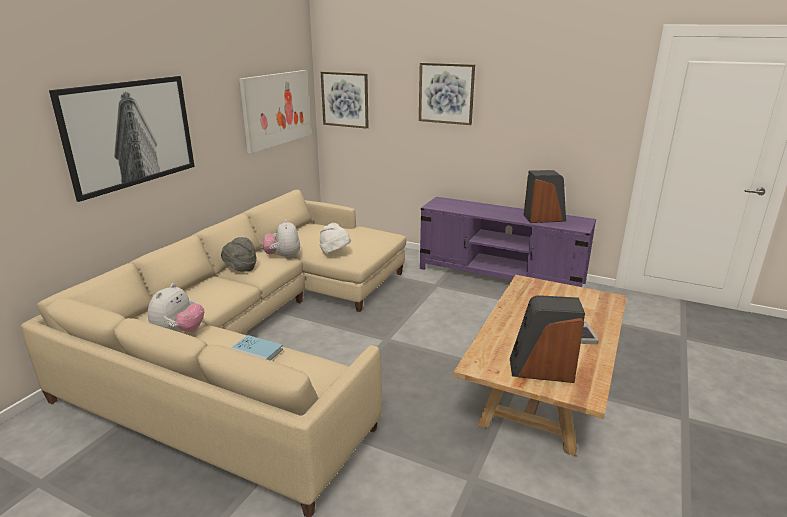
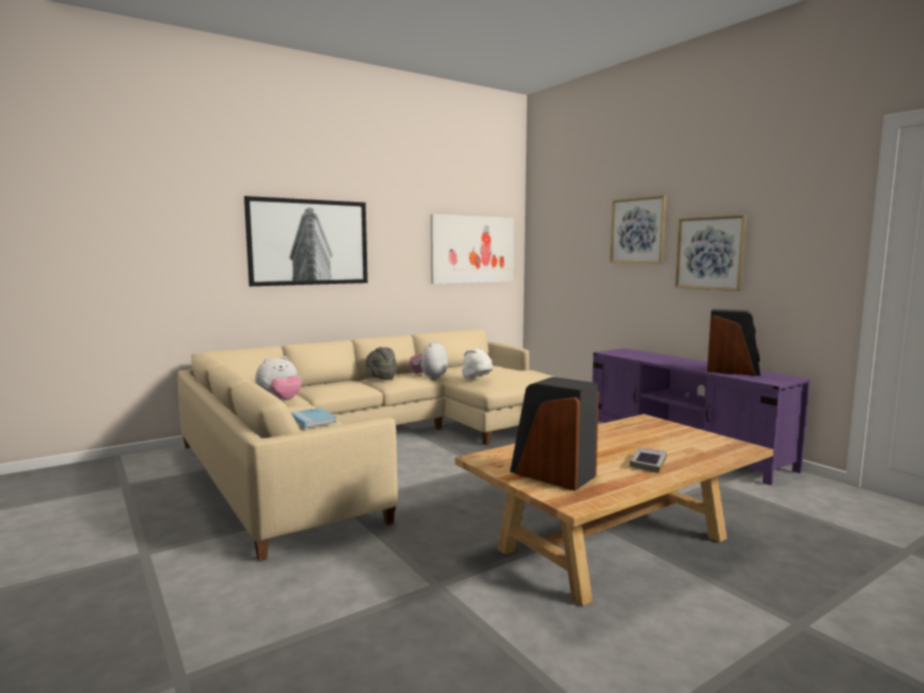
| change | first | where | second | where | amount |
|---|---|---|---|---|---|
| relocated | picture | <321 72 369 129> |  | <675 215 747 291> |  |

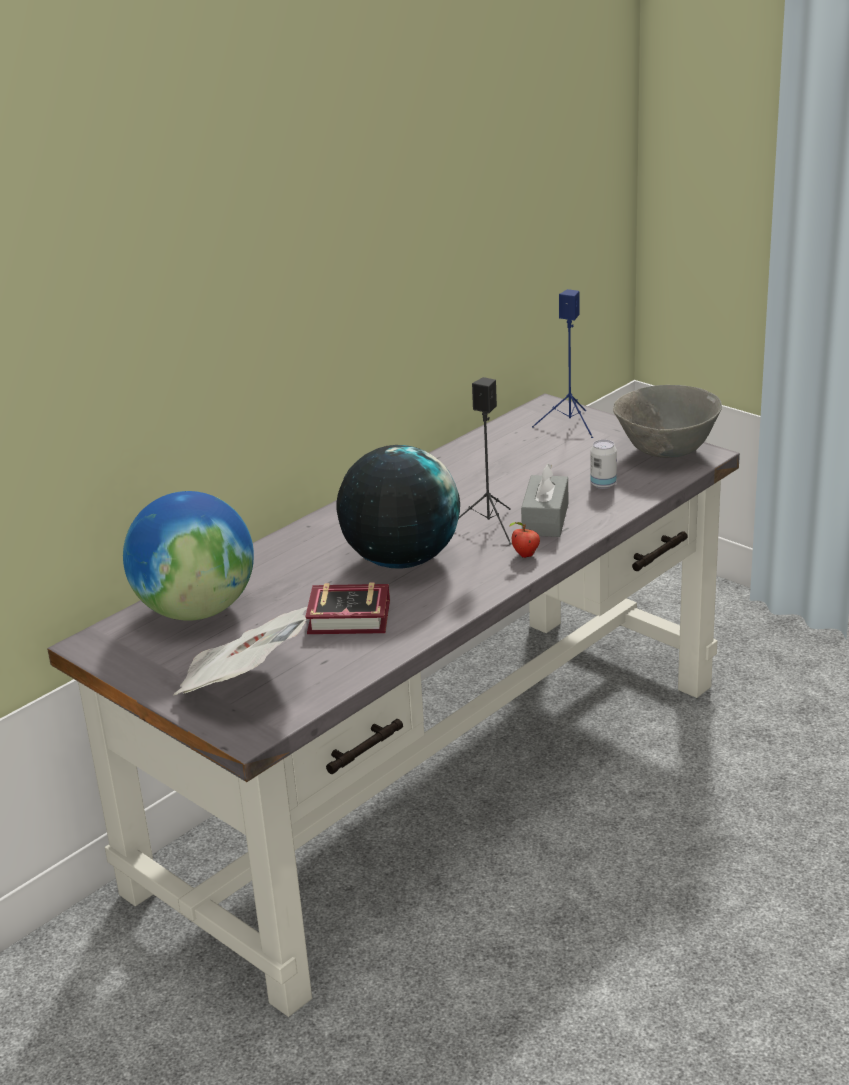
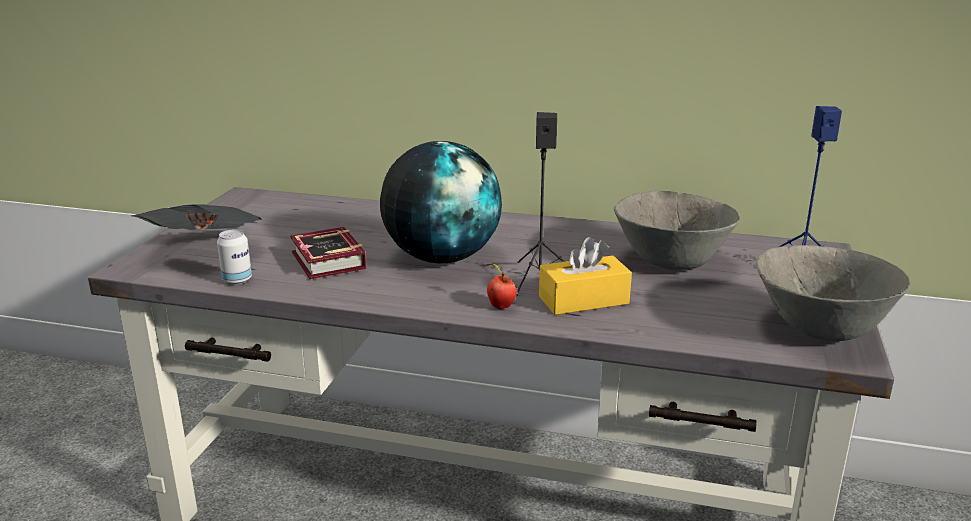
| change | first | where | second | where | amount |
|---|---|---|---|---|---|
| missing | globe | <123 491 254 621> |  |  |  |
| appeared |  |  | grey bowl | <614 191 740 270> |  |
| relocated | can | <590 440 617 489> |  | <217 230 252 285> |  |
| colour | grey tissue box | <521 463 568 537> | yellow tissue box | <539 237 632 315> |  |

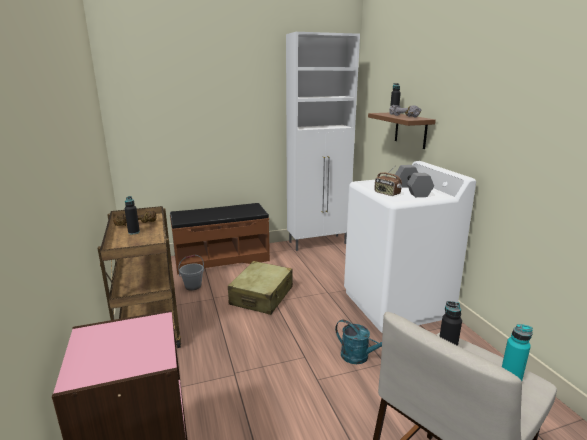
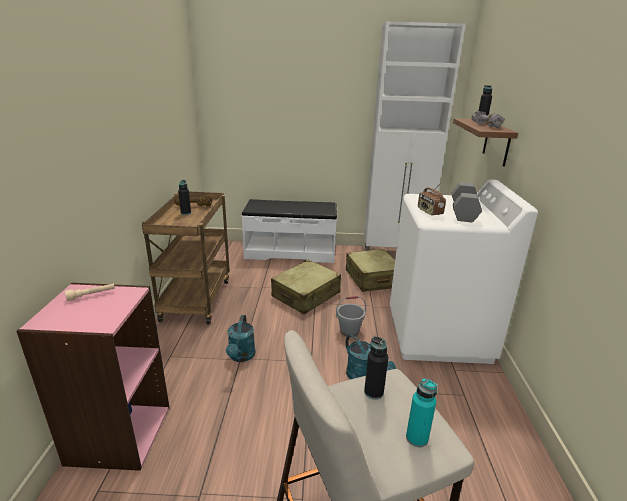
| change | first | where | second | where | amount |
|---|---|---|---|---|---|
| appeared |  |  | beige flashlight | <65 284 115 301> |  |
| appeared |  |  | turquoise watering can | <226 315 256 362> |  |
| appeared |  |  | beige suitcase | <346 249 395 292> |  |
| relocated | grey bucket | <178 255 204 291> |  | <336 296 366 337> |  |
| colour | brown bench | <170 203 270 275> | white bench | <241 199 337 263> |  |

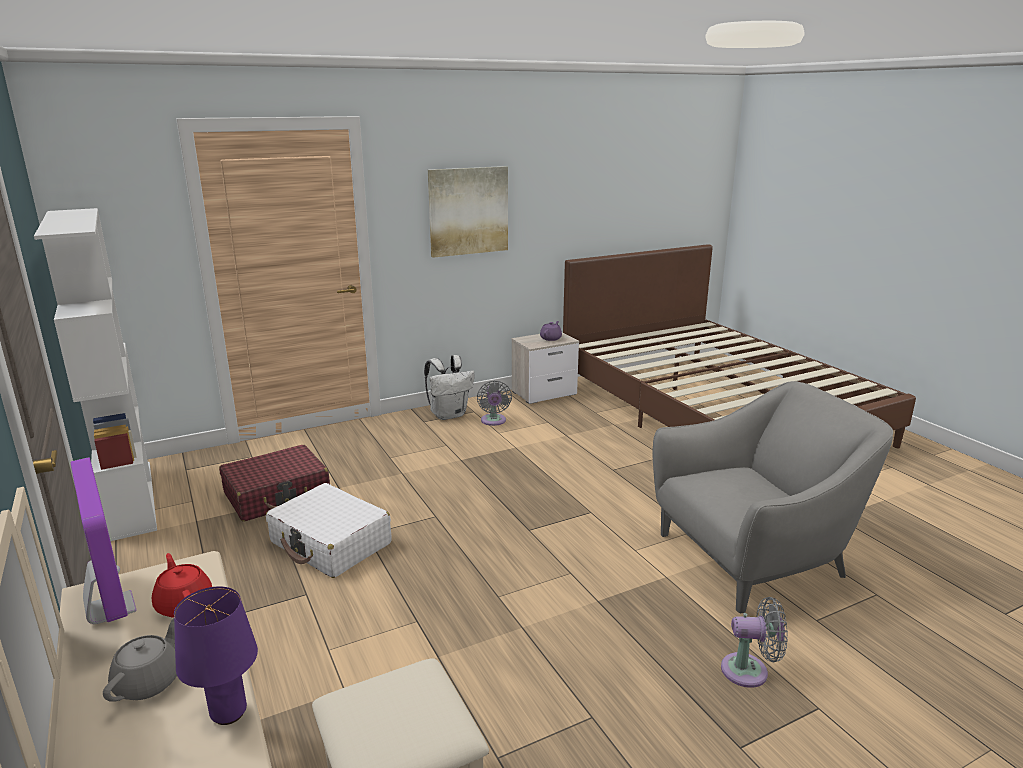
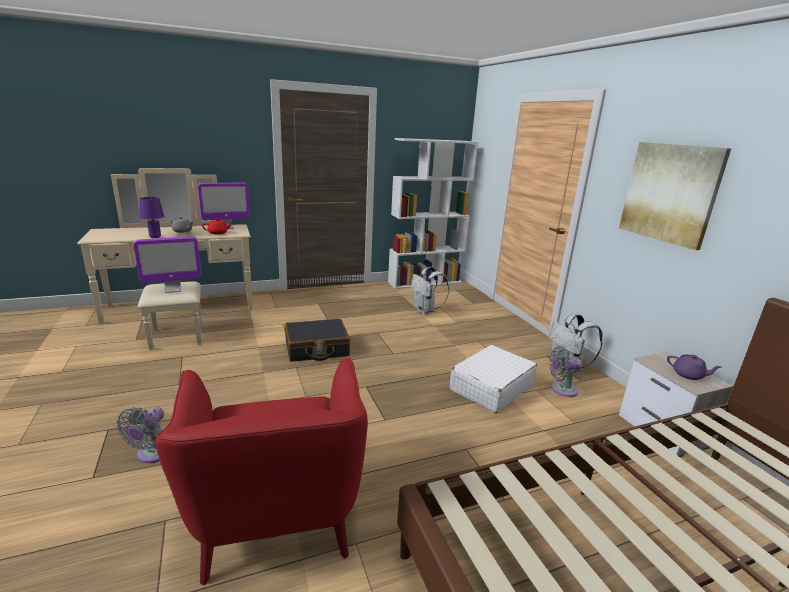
| change | first | where | second | where | amount |
|---|---|---|---|---|---|
| appeared |  |  | monitor | <134 237 201 293> |  |
| appeared |  |  | black suitcase | <285 319 350 362> |  |
| relocated | white suitcase | <266 483 391 578> |  | <450 345 537 413> |  |
| exchanged | red suitcase | <219 445 330 521> | white backpack | <411 267 449 314> |  |
| colour | grey armchair | <653 381 893 613> | red armchair | <155 358 368 585> |  |

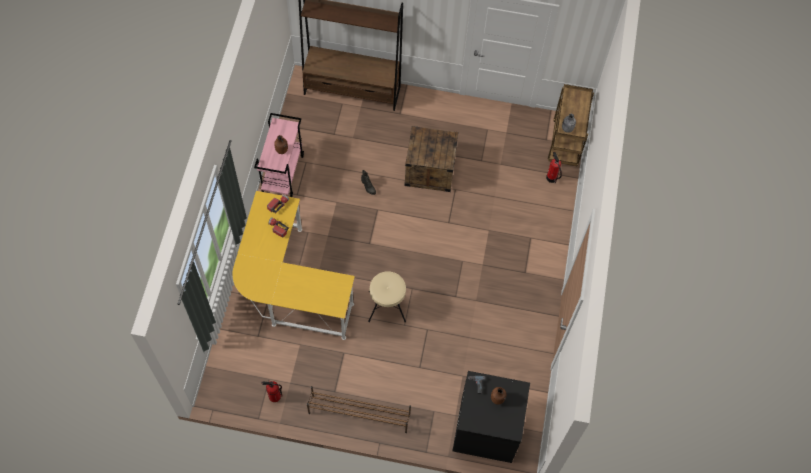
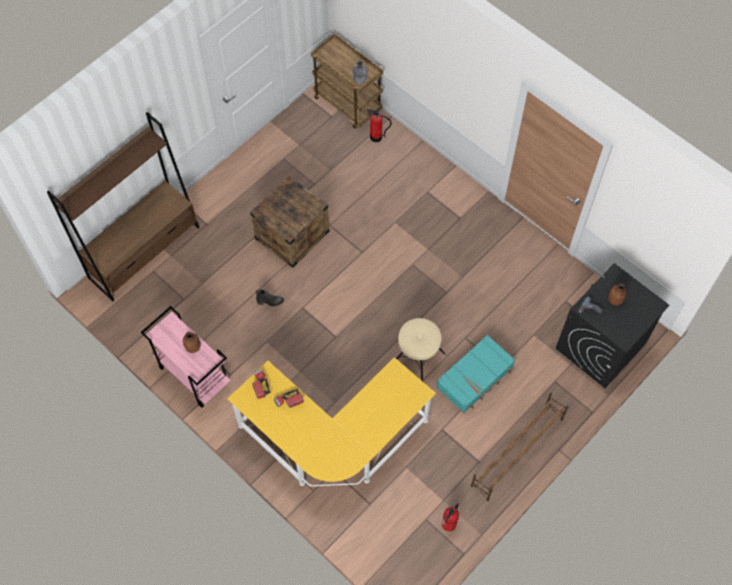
| change | first | where | second | where | amount |
|---|---|---|---|---|---|
| appeared |  |  | turquoise suitcase | <436 335 515 413> |  |

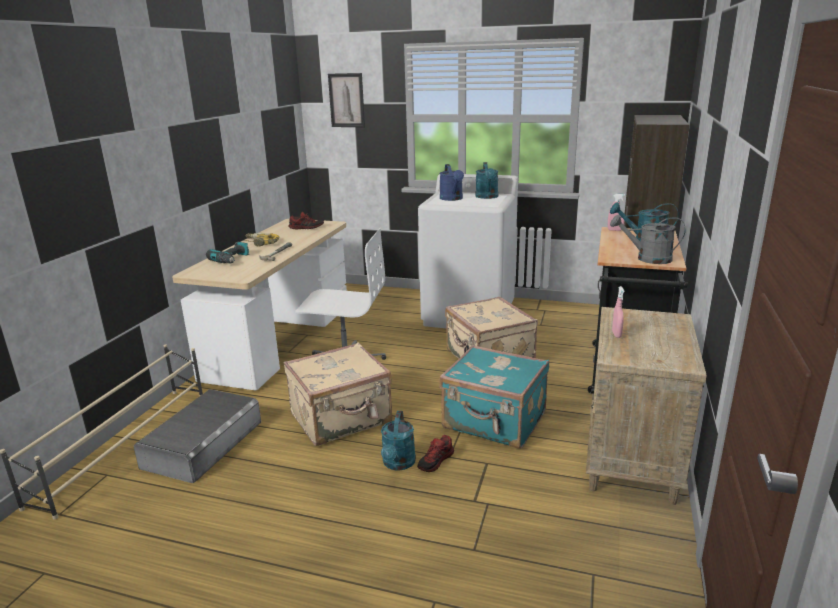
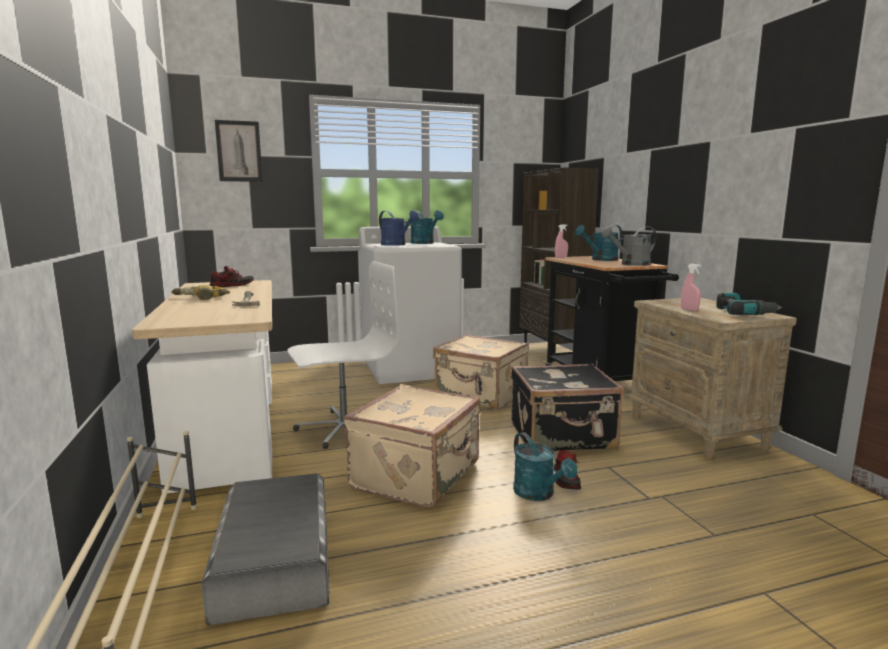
| change | first | where | second | where | amount |
|---|---|---|---|---|---|
| relocated | power drill | <206 241 249 264> |  | <716 292 782 315> |  |
| colour | turquoise suitcase | <439 345 549 449> | black suitcase | <512 363 624 451> |  |

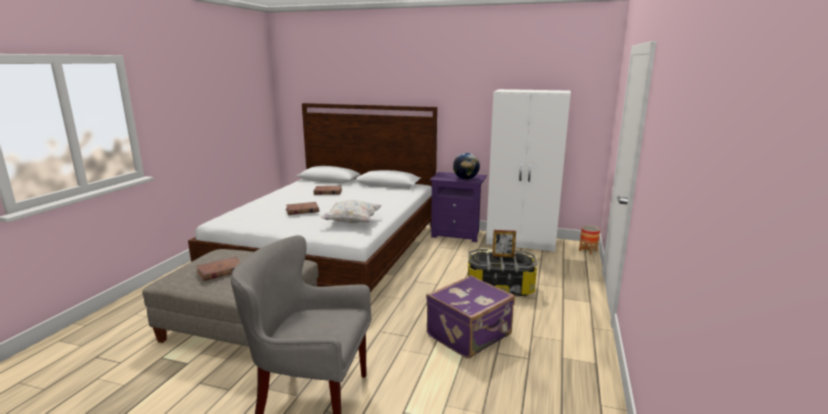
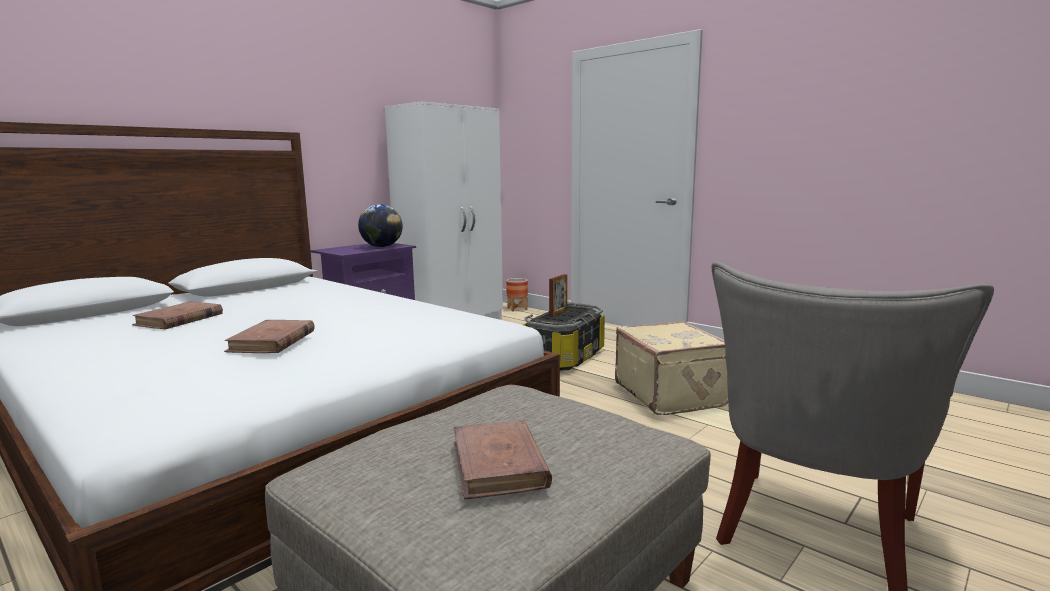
| change | first | where | second | where | amount |
|---|---|---|---|---|---|
| missing | white pillow | <320 200 382 223> |  |  |  |
| colour | purple suitcase | <426 275 515 358> | beige suitcase | <615 321 728 415> |  |

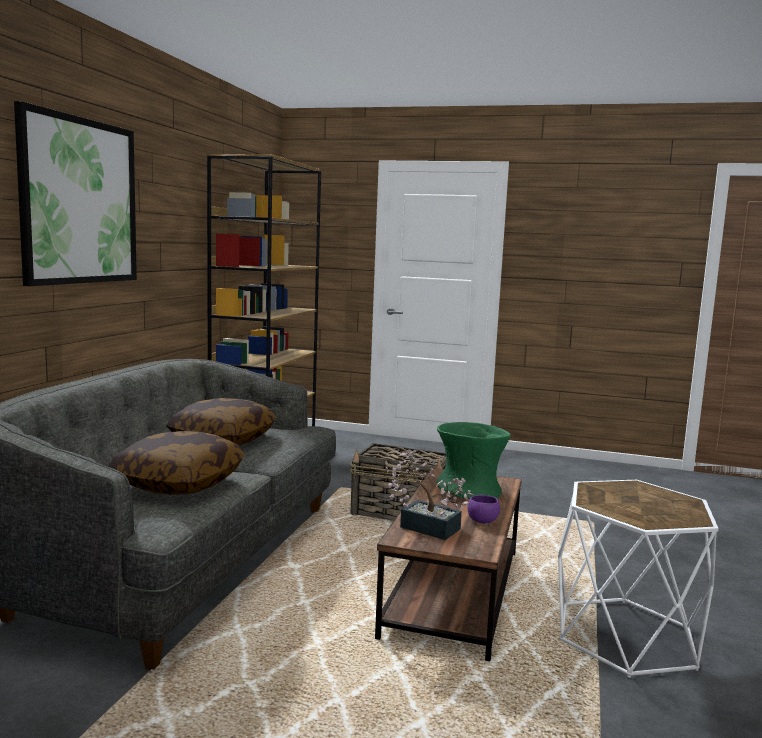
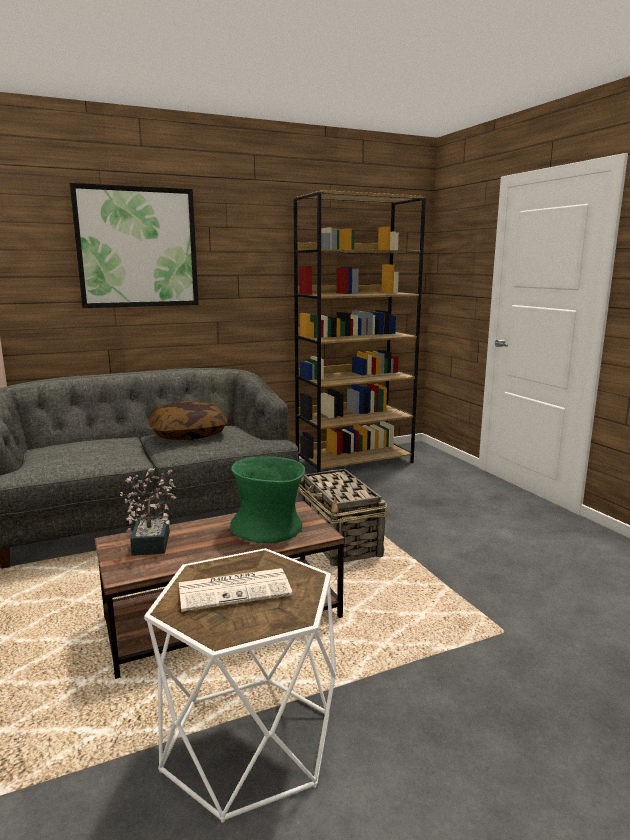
| change | first | where | second | where | amount |
|---|---|---|---|---|---|
| missing | pillow | <108 431 245 495> |  |  |  |
| missing | purple bowl | <468 495 500 524> |  |  |  |
| appeared |  |  | newspaper | <179 568 292 612> |  |

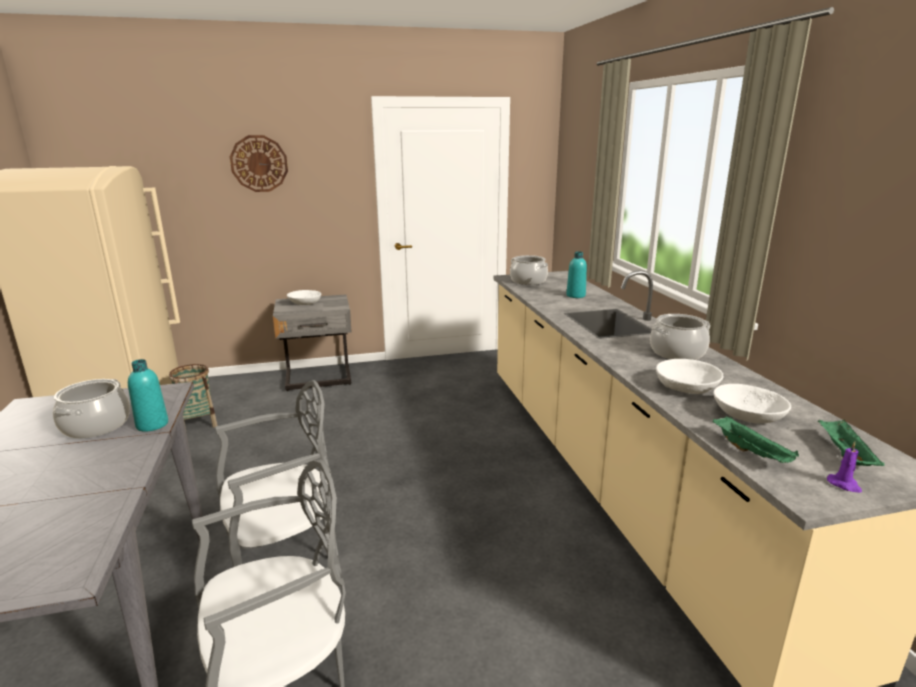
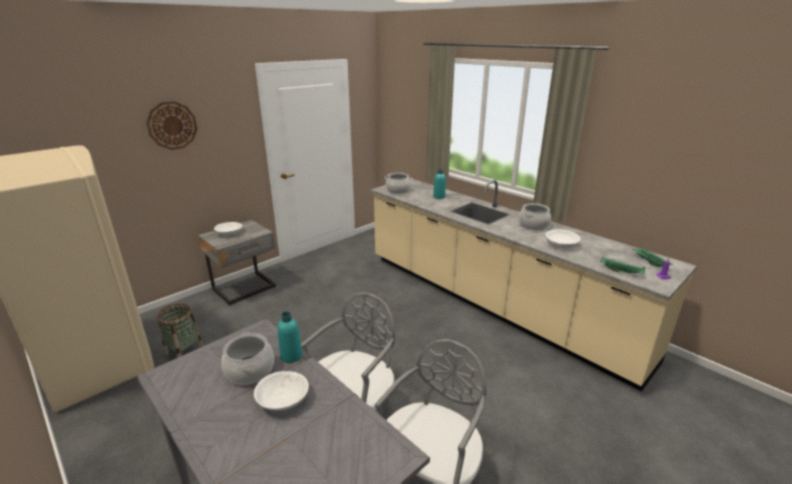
| change | first | where | second | where | amount |
|---|---|---|---|---|---|
| relocated | white bowl | <713 384 791 423> |  | <254 371 309 411> |  |

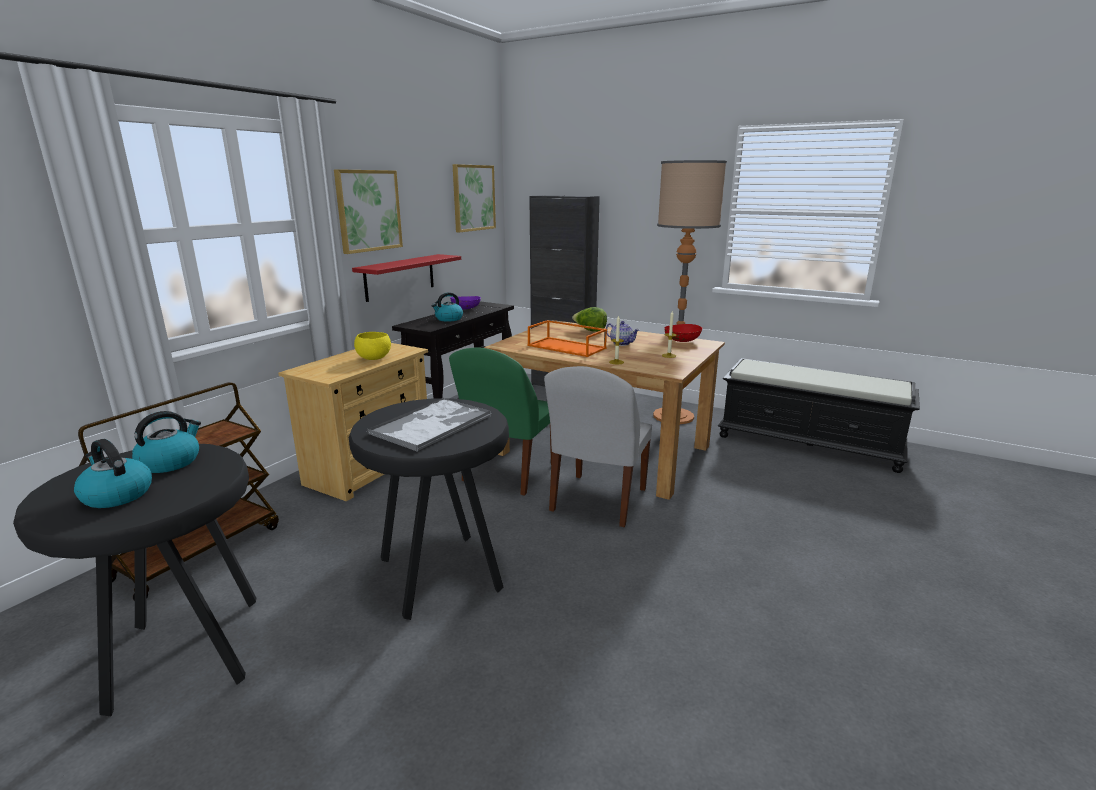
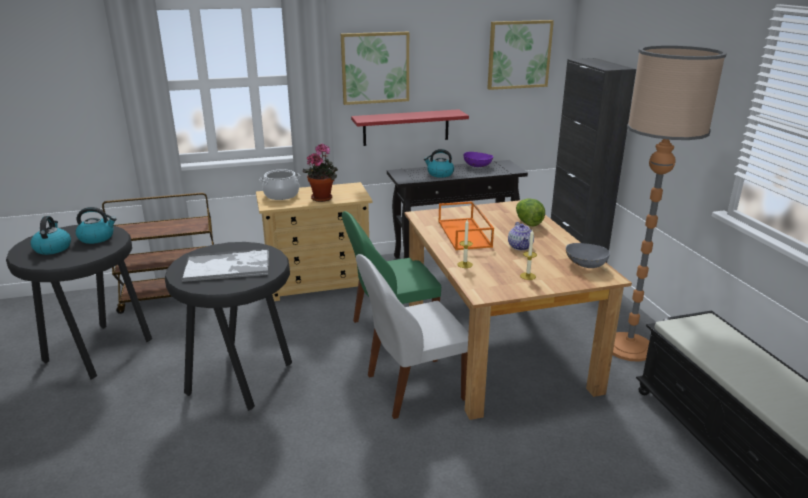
| change | first | where | second | where | amount |
|---|---|---|---|---|---|
| appeared |  |  | cooking pot | <260 169 300 200> |  |
| exchanged | yellow bowl | <354 332 391 360> | potted plant | <303 144 338 202> |  |
| colour | red bowl | <664 324 702 342> | grey bowl | <566 243 610 268> |  |

